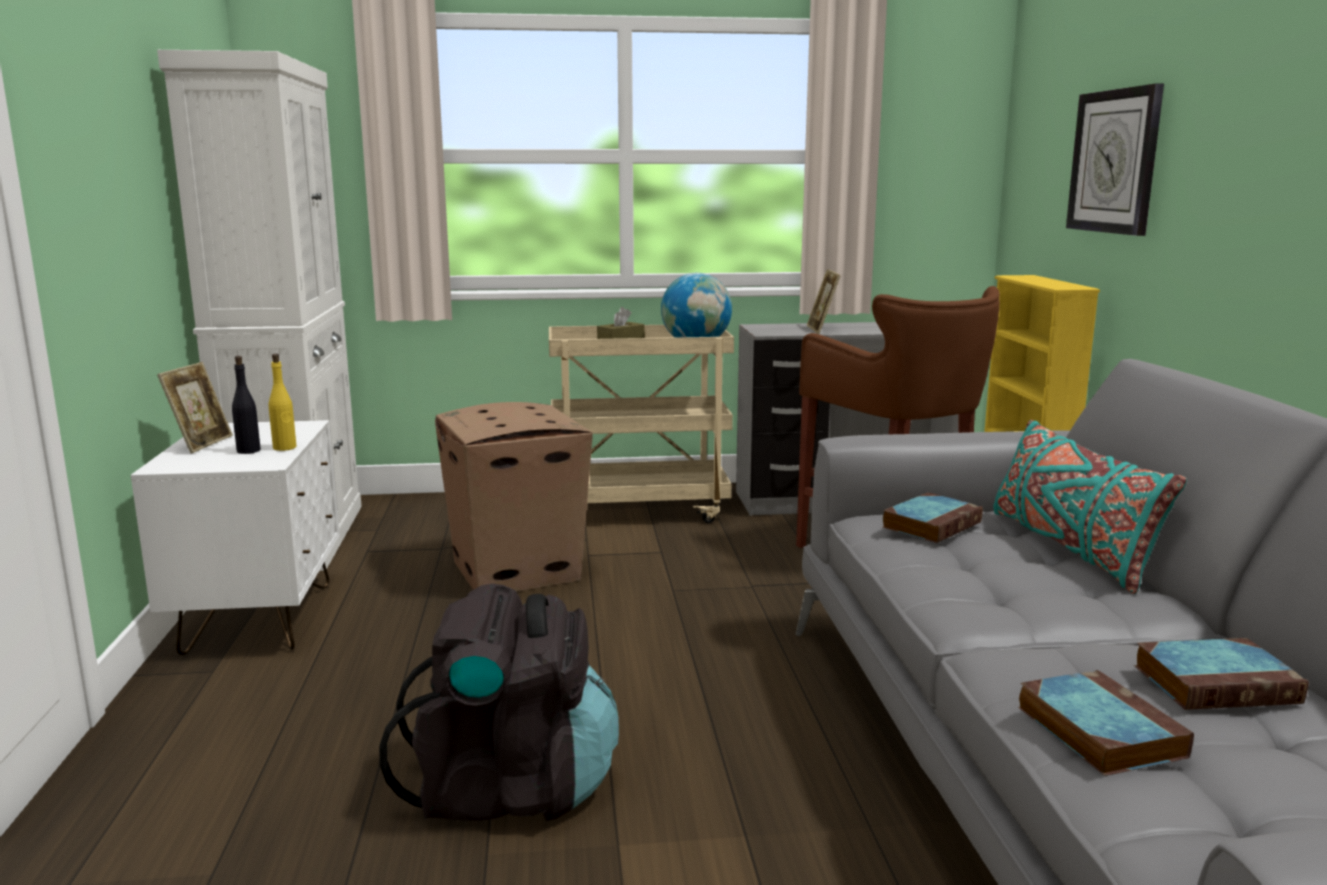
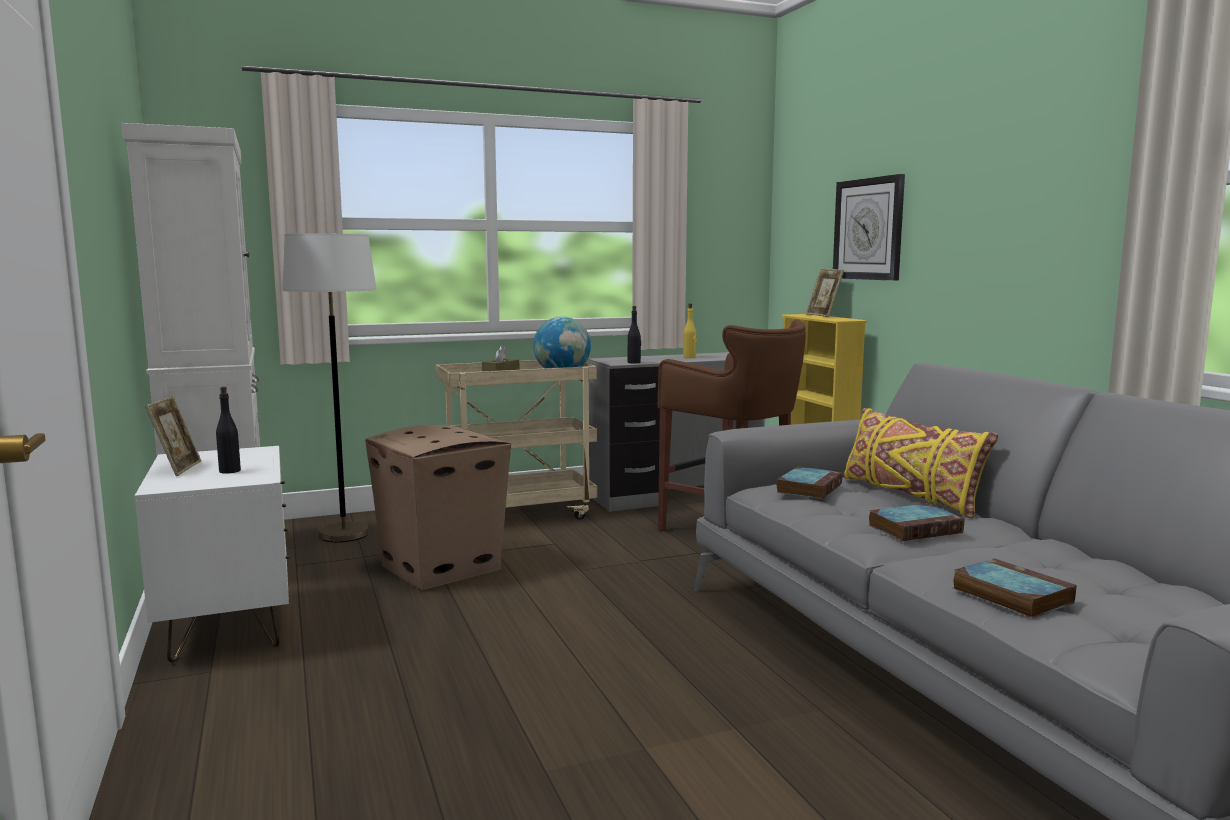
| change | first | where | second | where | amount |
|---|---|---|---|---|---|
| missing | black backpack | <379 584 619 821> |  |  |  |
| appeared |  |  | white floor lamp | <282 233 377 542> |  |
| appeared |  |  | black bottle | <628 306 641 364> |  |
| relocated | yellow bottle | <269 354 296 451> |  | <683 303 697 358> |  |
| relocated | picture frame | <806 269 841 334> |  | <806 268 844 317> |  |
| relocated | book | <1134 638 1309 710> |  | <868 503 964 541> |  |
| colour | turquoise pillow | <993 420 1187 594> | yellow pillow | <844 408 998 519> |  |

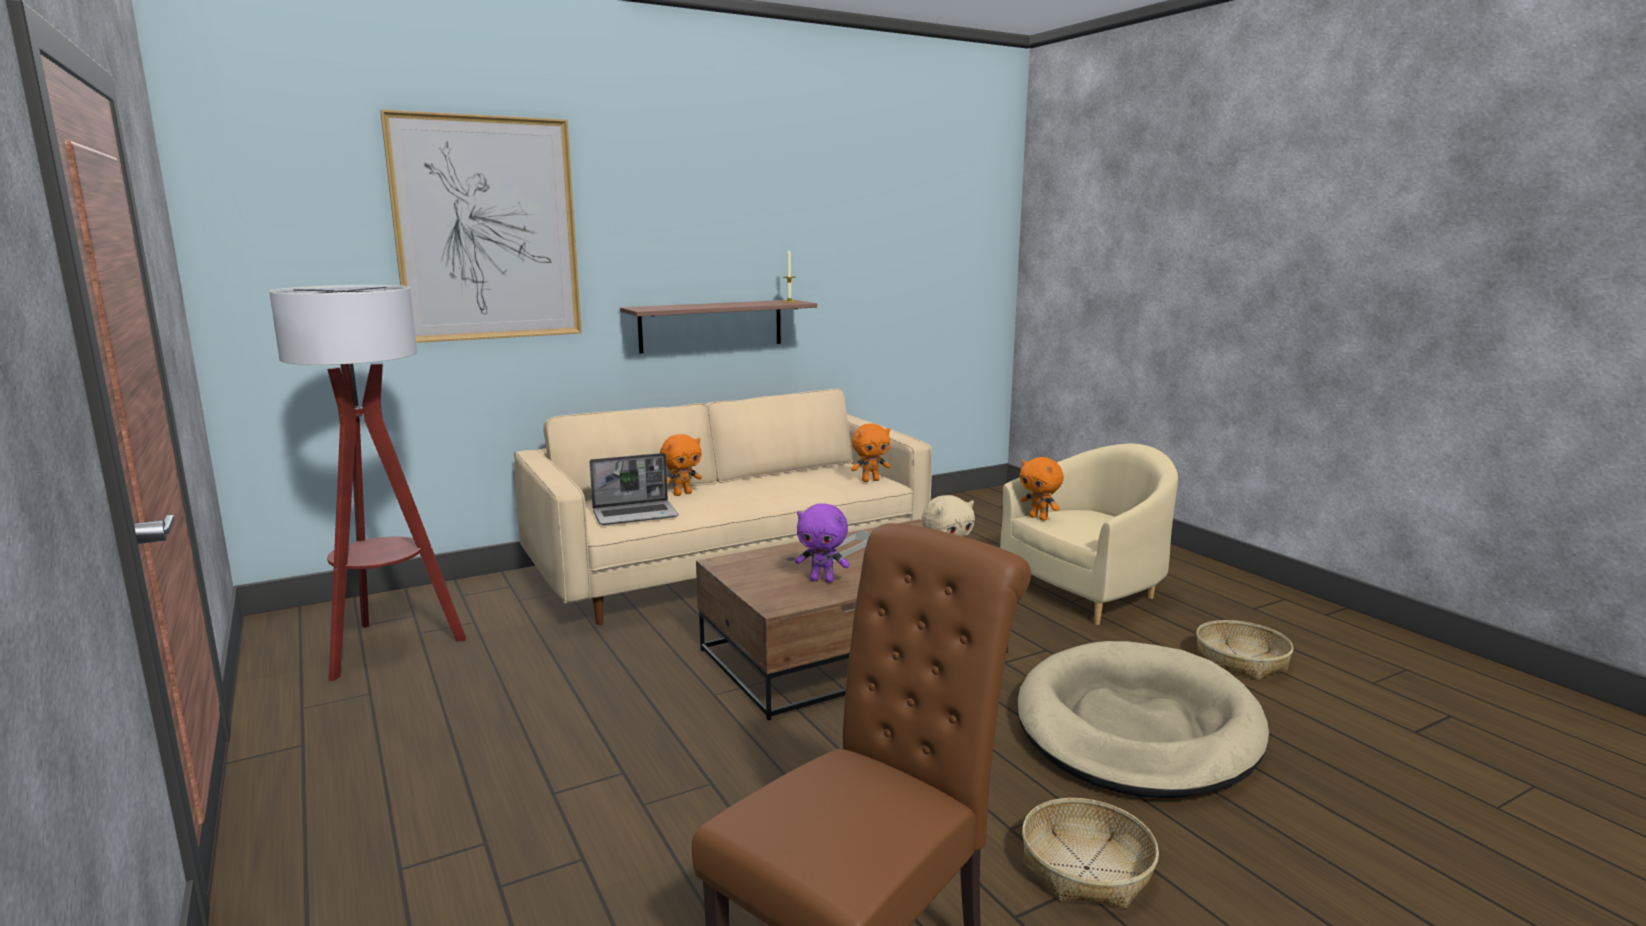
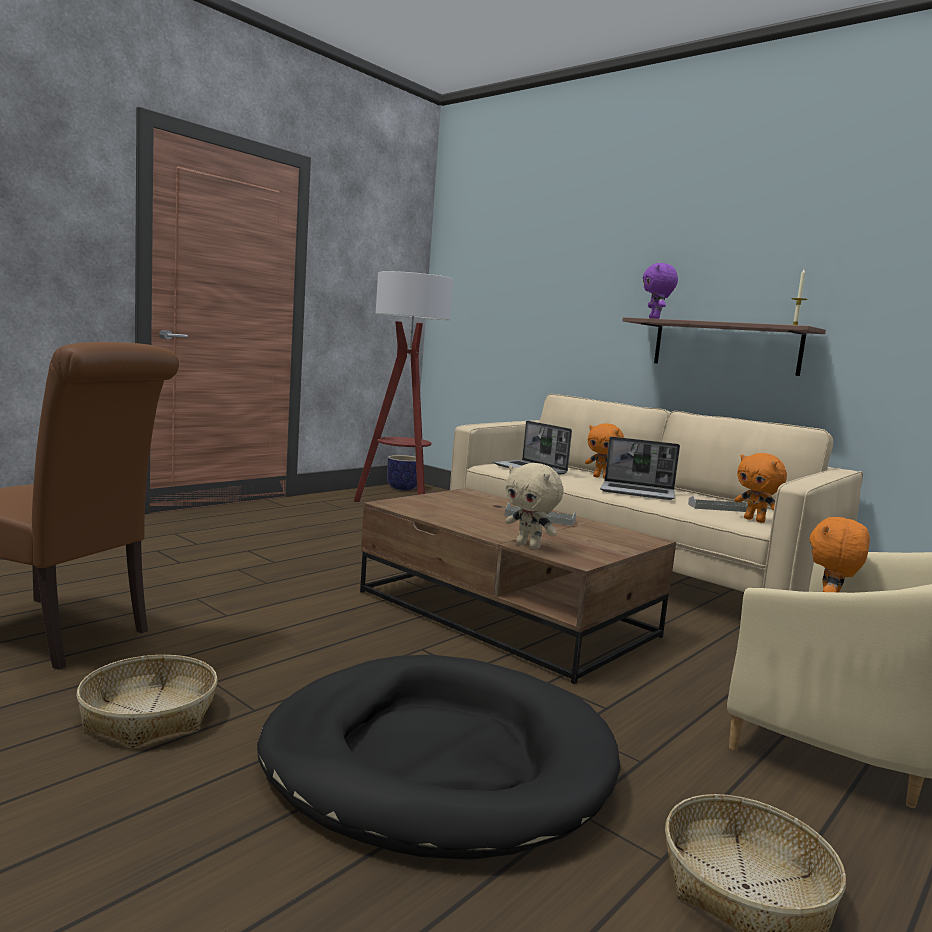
| change | first | where | second | where | amount |
|---|---|---|---|---|---|
| missing | picture | <380 110 582 343> |  |  |  |
| appeared |  |  | planter | <387 455 417 490> |  |
| appeared |  |  | laptop | <600 437 680 500> |  |
| appeared |  |  | grey tray | <688 496 747 512> |  |
| relocated | purple plush toy | <795 503 850 583> |  | <643 263 678 319> |  |
| colour | beige dog bed | <1017 641 1269 798> | black dog bed | <257 654 621 860> |  |

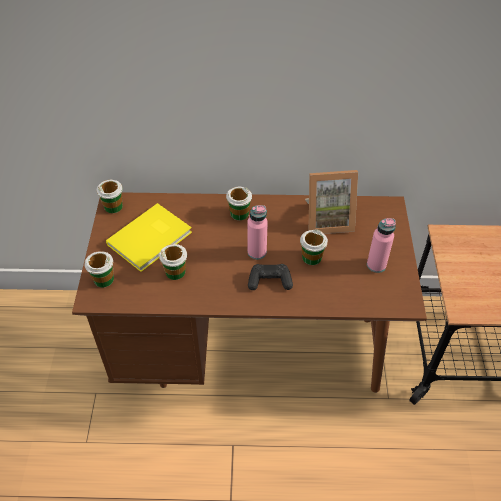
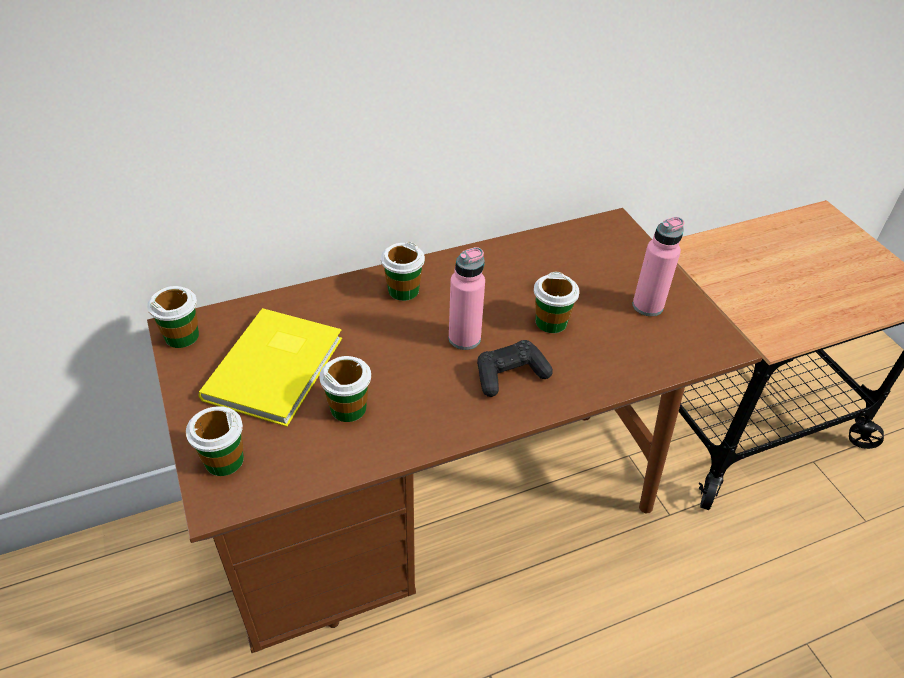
| change | first | where | second | where | amount |
|---|---|---|---|---|---|
| missing | picture frame | <305 170 358 234> |  |  |  |

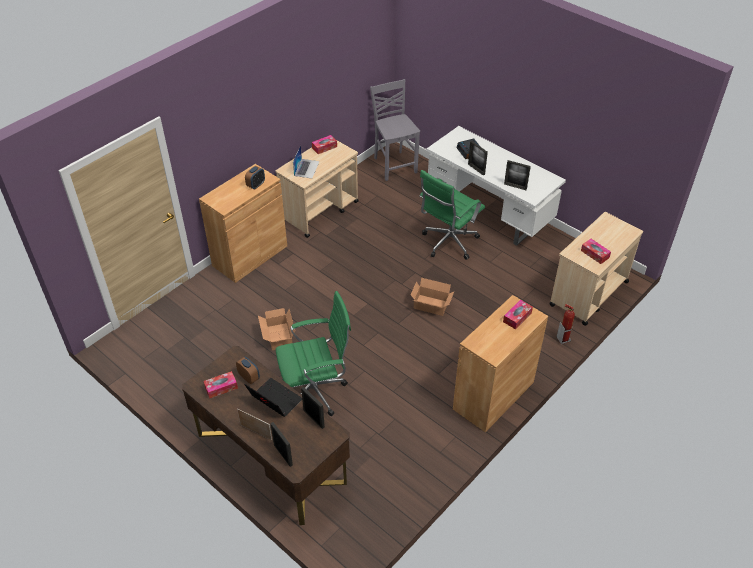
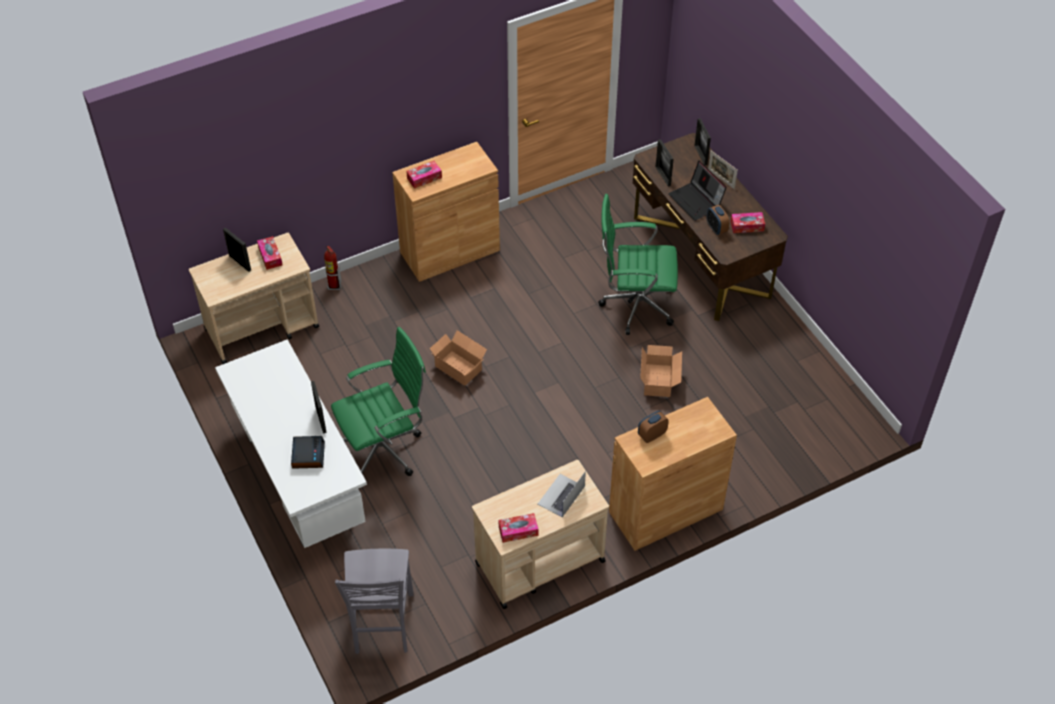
| change | first | where | second | where | amount |
|---|---|---|---|---|---|
| relocated | picture frame | <504 160 531 190> |  | <223 227 251 272> |  |

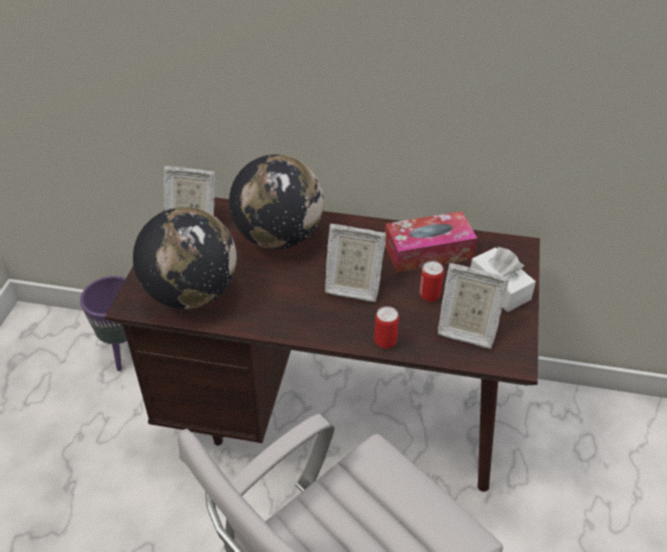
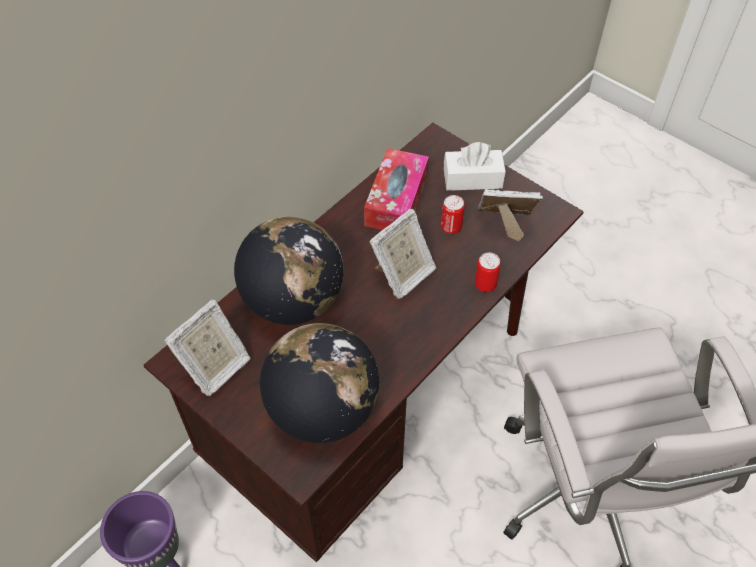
| change | first | where | second | where | amount |
|---|---|---|---|---|---|
| spun | picture frame | <438 263 509 349> |  | <478 189 543 242> | 135 degrees counterclockwise |

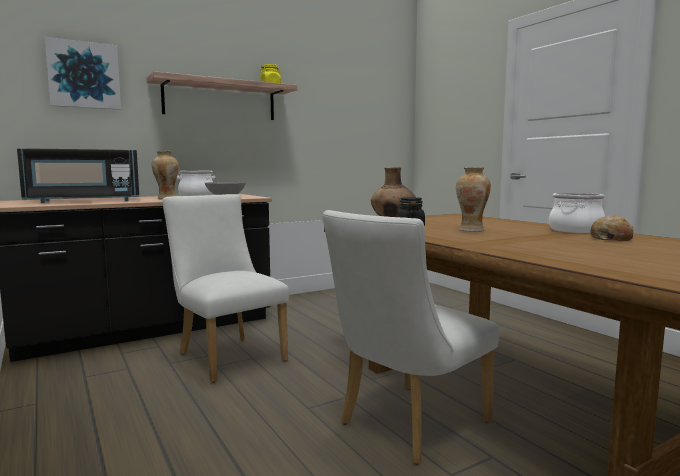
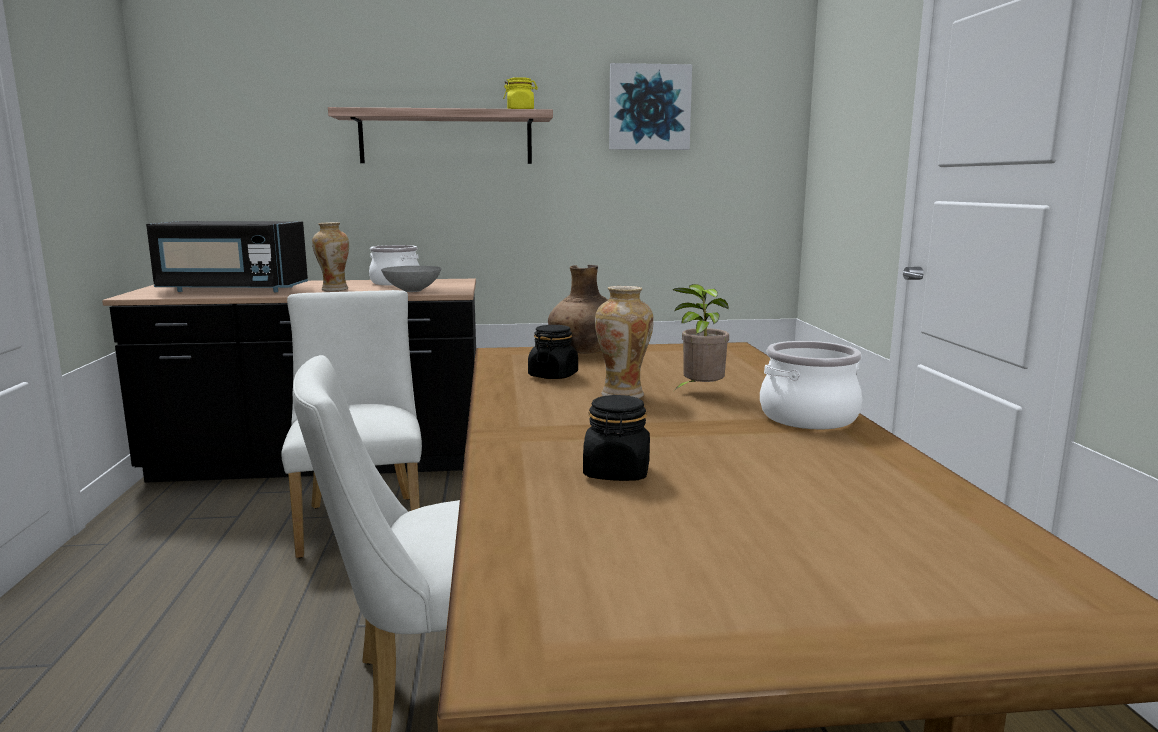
| change | first | where | second | where | amount |
|---|---|---|---|---|---|
| missing | bread | <590 215 633 241> |  |  |  |
| appeared |  |  | black jar | <583 395 650 481> |  |
| appeared |  |  | potted plant | <673 284 729 389> |  |
| relocated | picture | <45 37 121 110> |  | <609 63 692 150> |  |

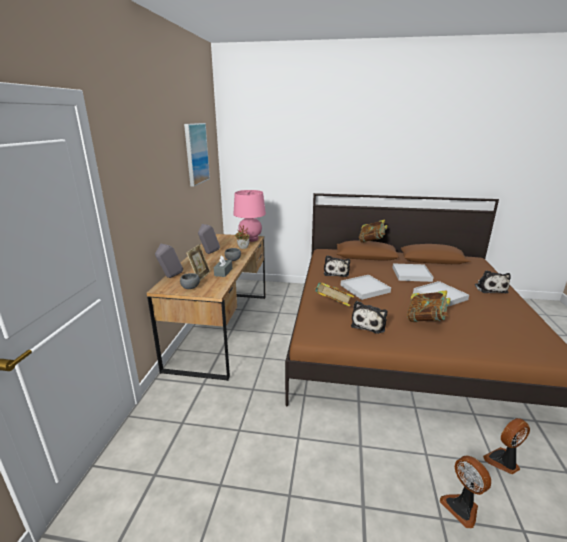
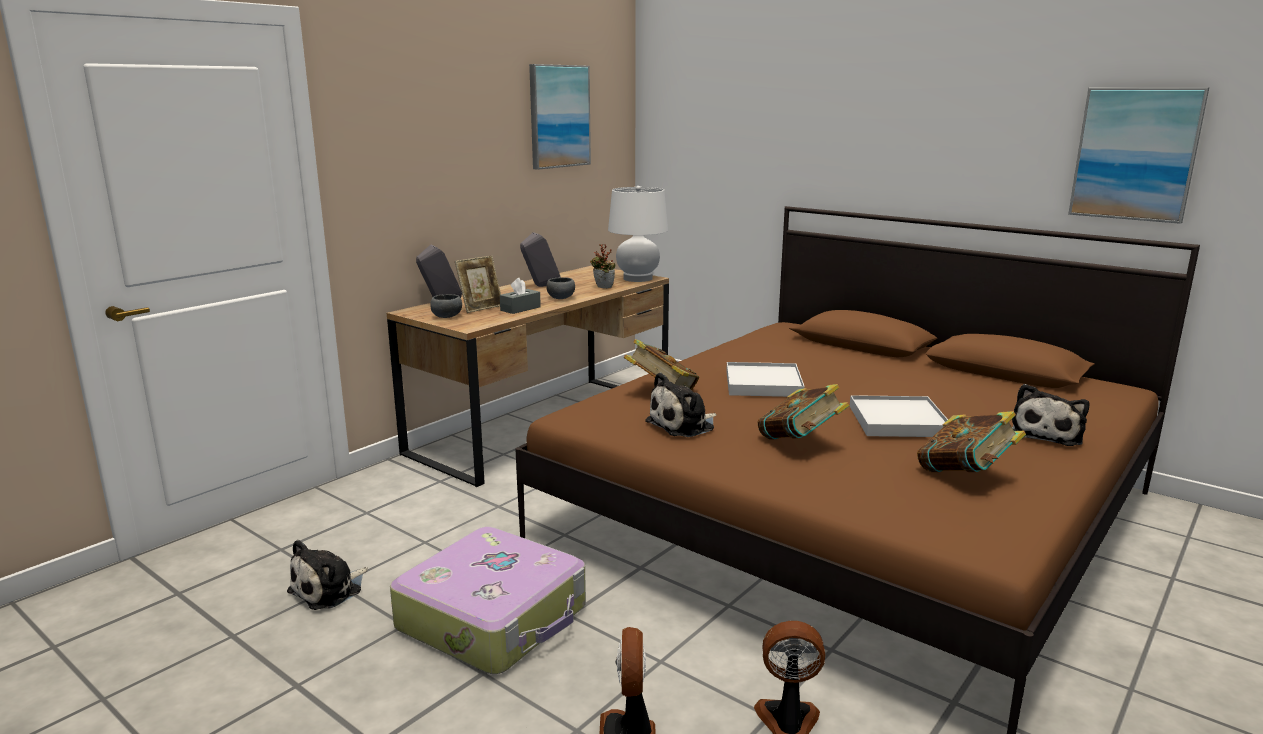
| change | first | where | second | where | amount |
|---|---|---|---|---|---|
| missing | white tray | <393 263 433 282> |  |  |  |
| appeared |  |  | suitcase | <390 527 586 674> |  |
| appeared |  |  | picture | <1068 87 1209 224> |  |
| relocated | plush toy | <324 255 350 277> |  | <287 540 368 610> |  |
| relocated | book | <359 220 388 243> |  | <917 411 1026 472> |  |
| colour | pink table lamp | <233 190 266 242> | white table lamp | <608 186 668 282> |  |

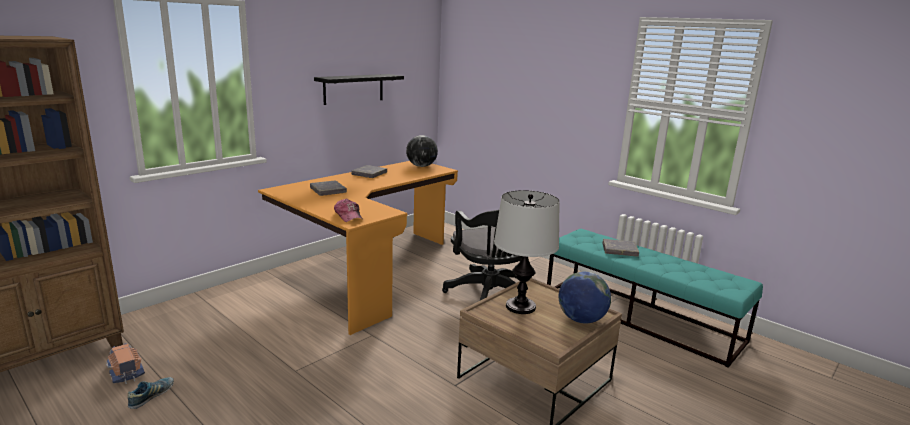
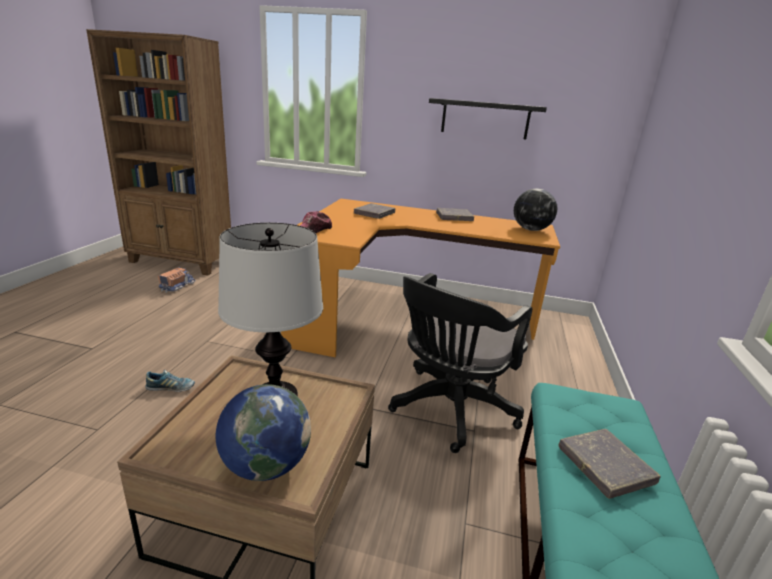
| change | first | where | second | where | amount |
|---|---|---|---|---|---|
| relocated | shoe | <128 377 174 409> |  | <146 370 195 392> |  |

